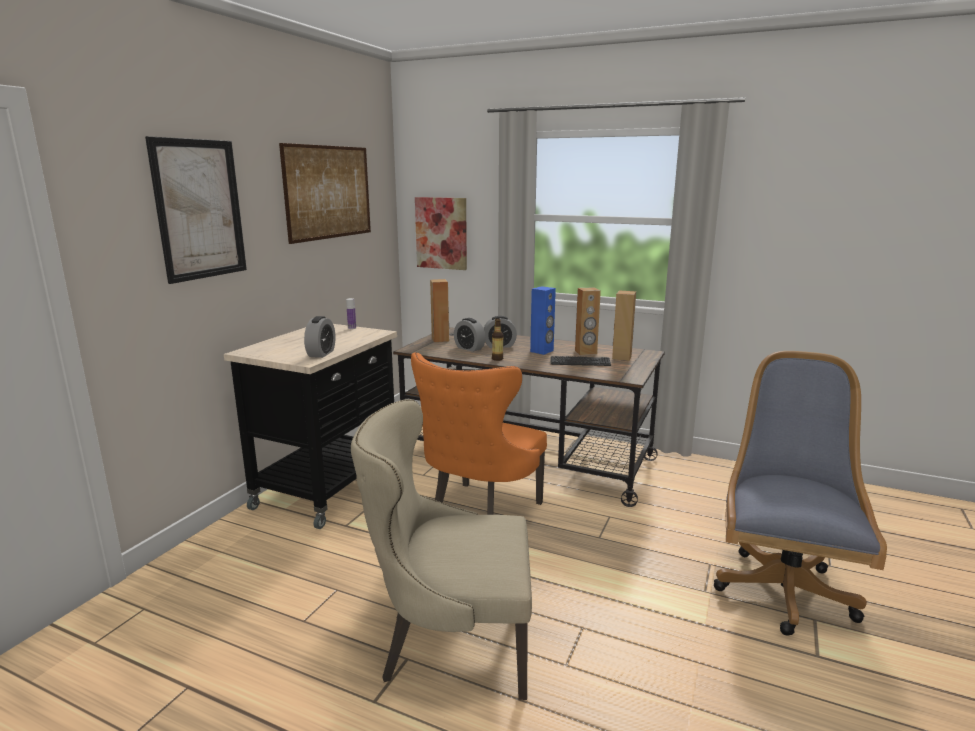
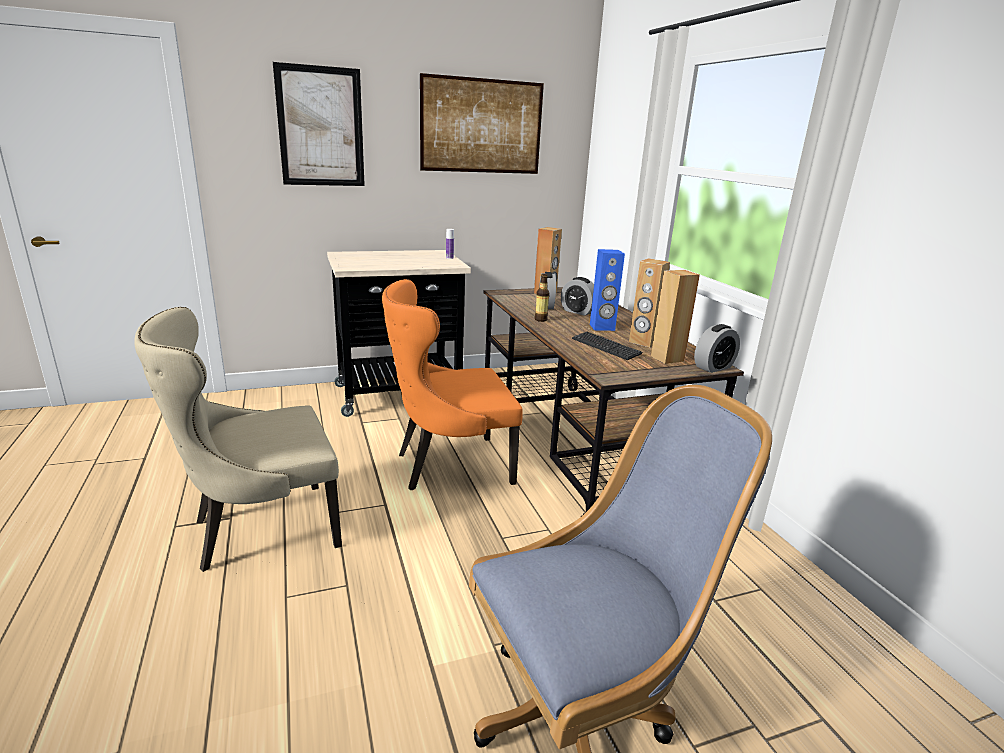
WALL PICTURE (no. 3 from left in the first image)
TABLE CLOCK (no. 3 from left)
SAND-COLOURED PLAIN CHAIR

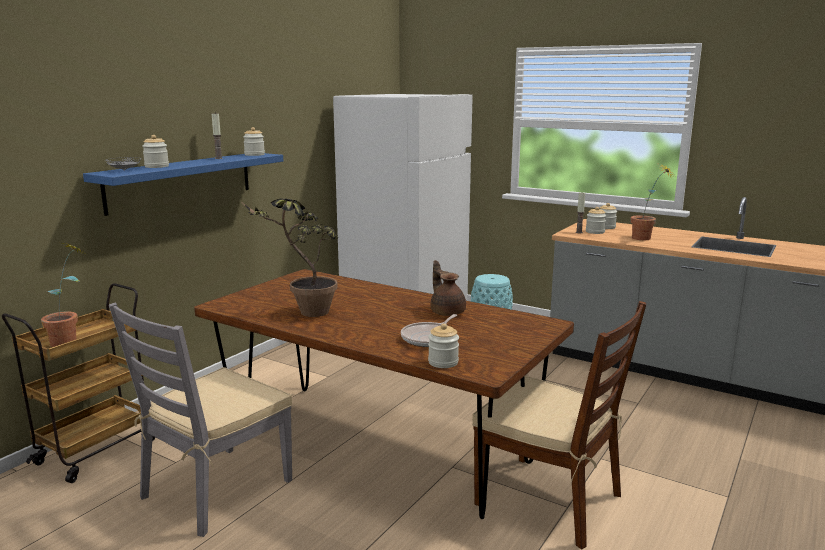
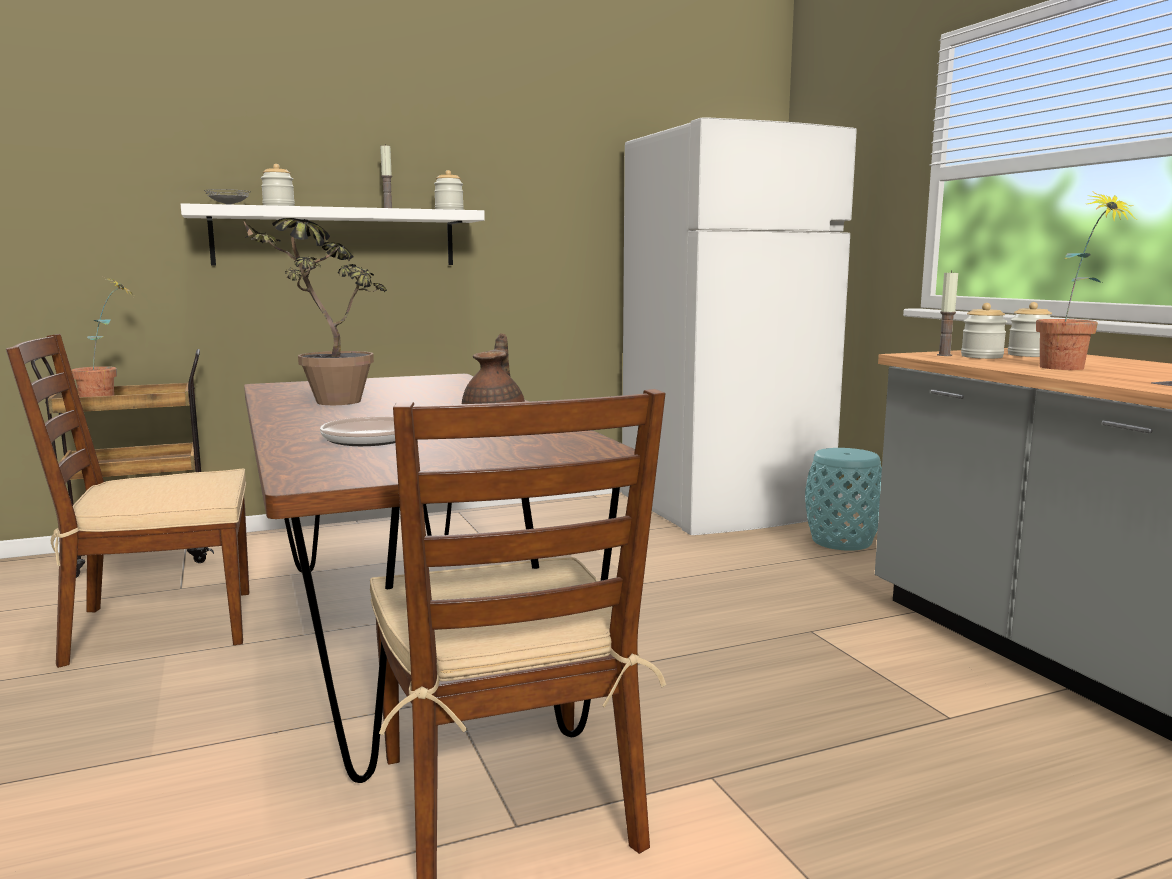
WHITE SHELF
BROWNISH PLAIN CHAIR (no. 1 from left)
STORAGE JAR (no. 3 from left in the first image)

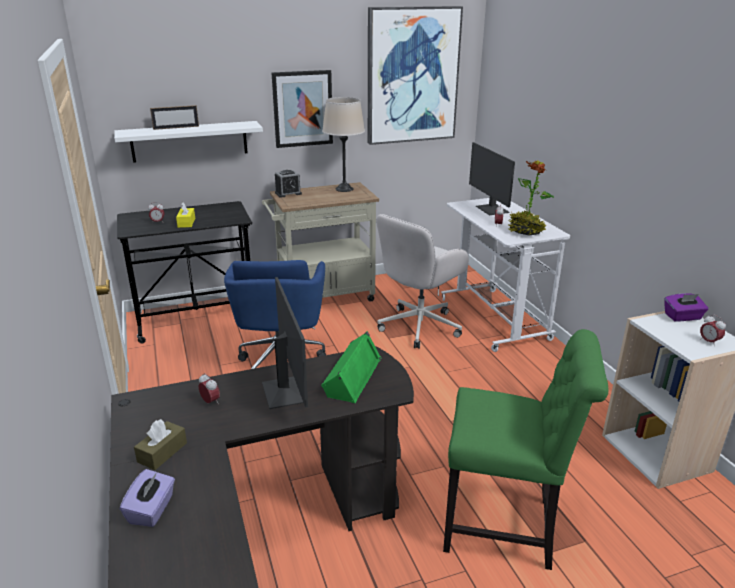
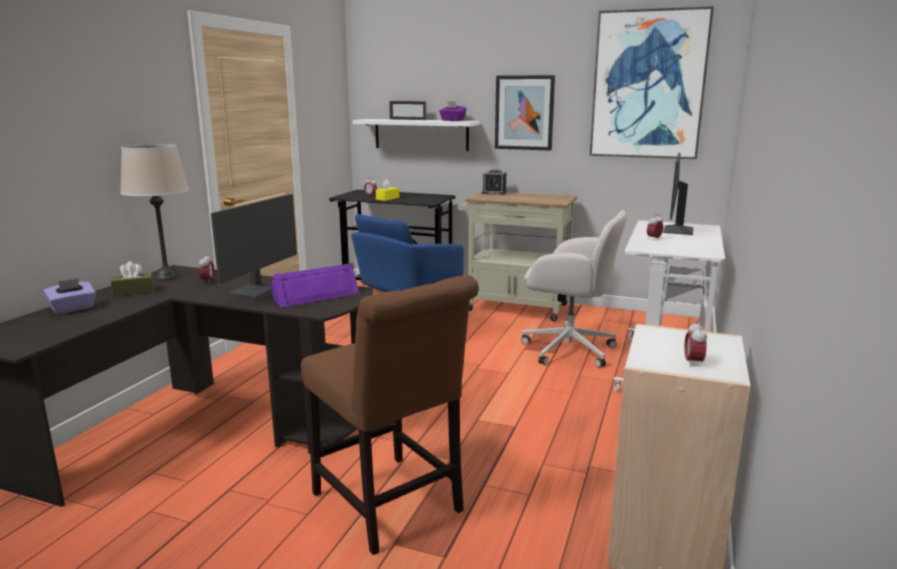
SAND-COLOURED TABLETOP LAMP
HOUSEPLANT
WHITE COMPUTER CHAIR
PURPLISH TISSUE HOLDER (no. 2 from left)
BROWNISH PLAIN CHAIR
PURPLISH AUDIO SPEAKER

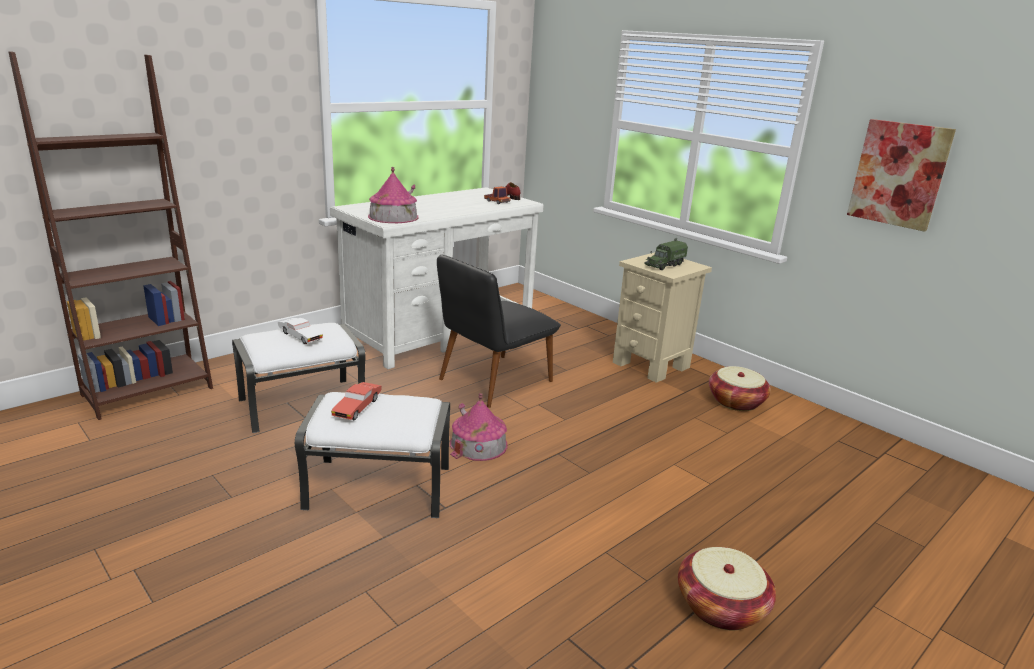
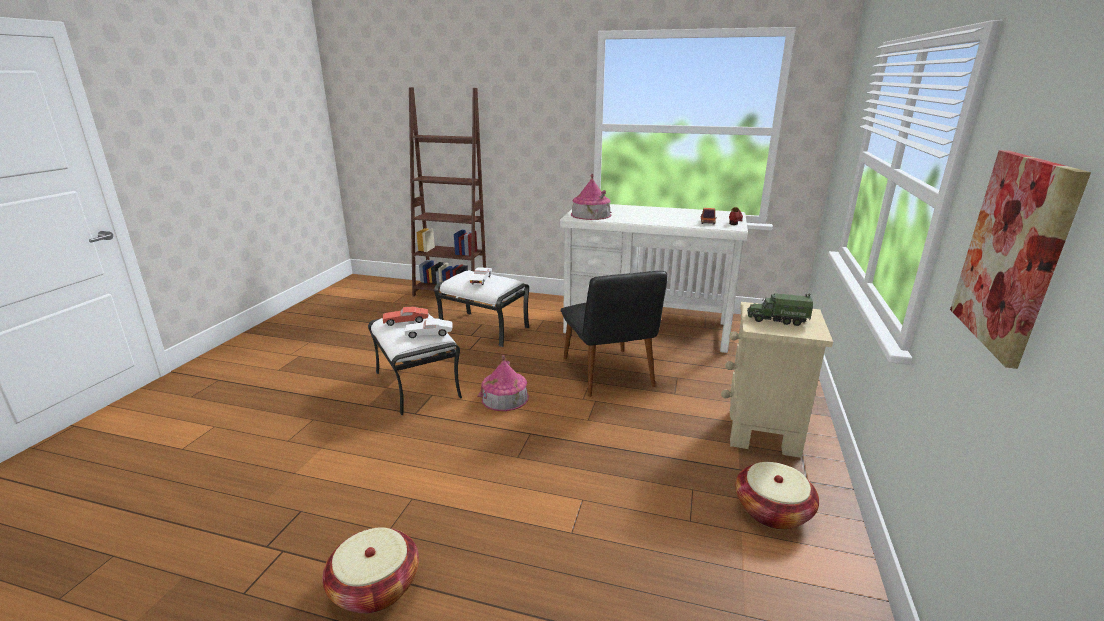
BLACKISH PLAIN CHAIR
WHITE MINIATURE CAR (no. 1 from left)

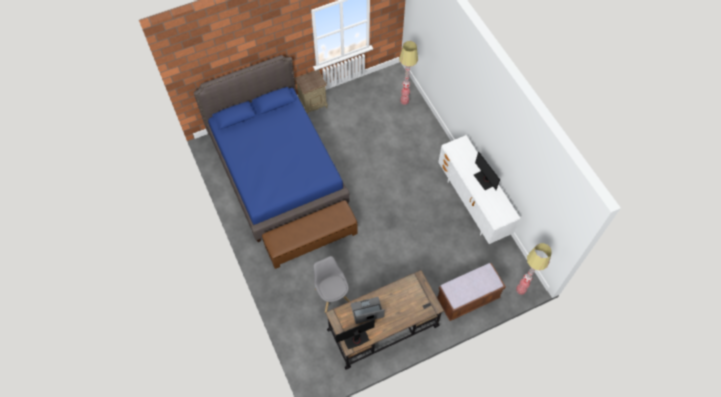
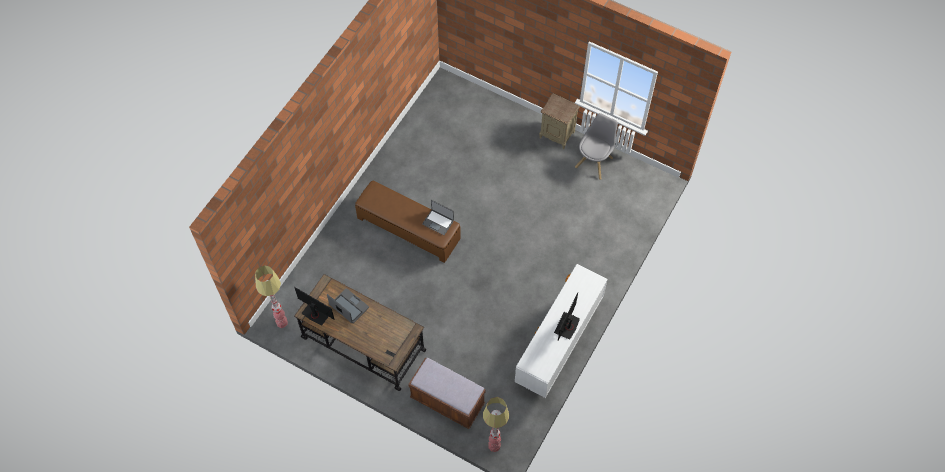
STANDING LAMP (no. 1 from left)
BLUISH SLEEPING BED
GREY PLAIN CHAIR
PORTABLE COMPUTER (no. 2 from left)

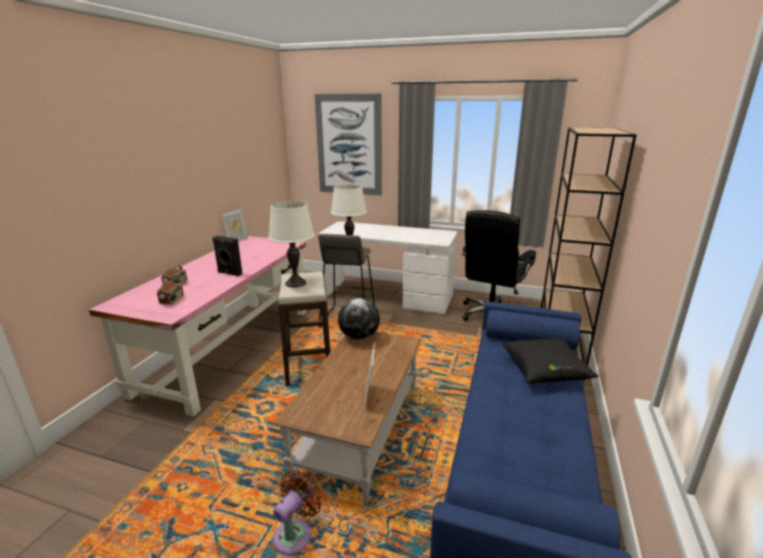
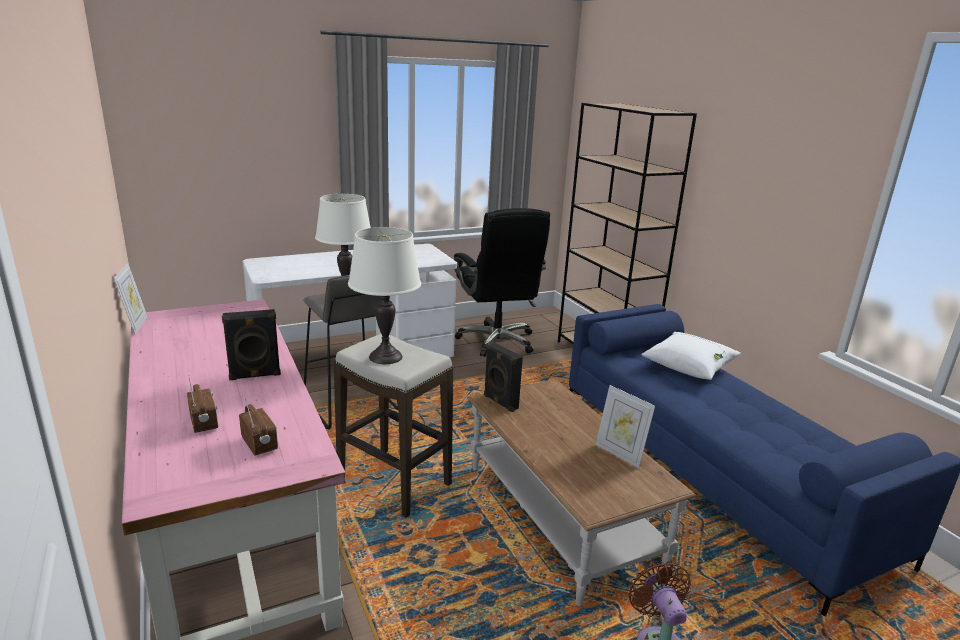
WALL PICTURE
BLACKISH AUDIO SPEAKER (no. 2 from left)
WHITE CUSHION

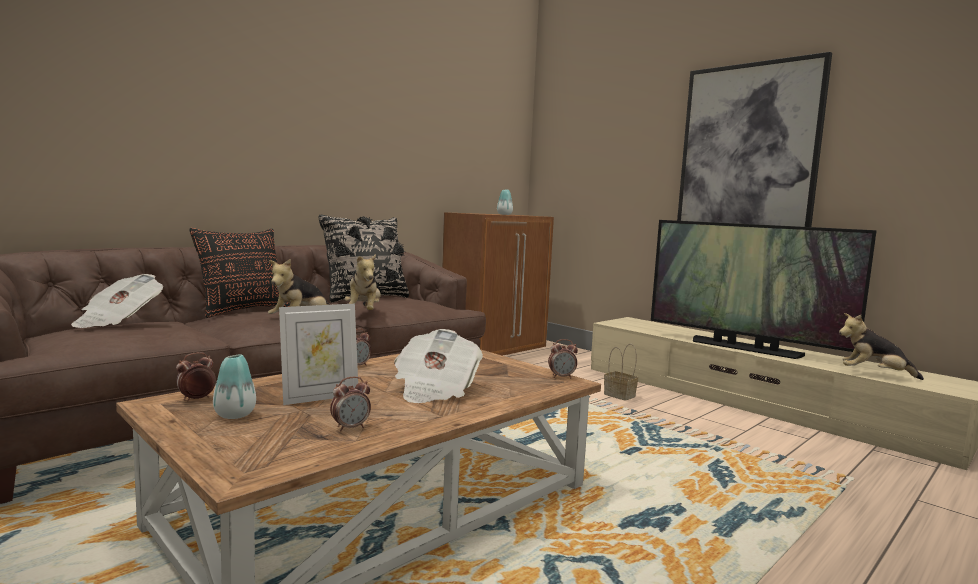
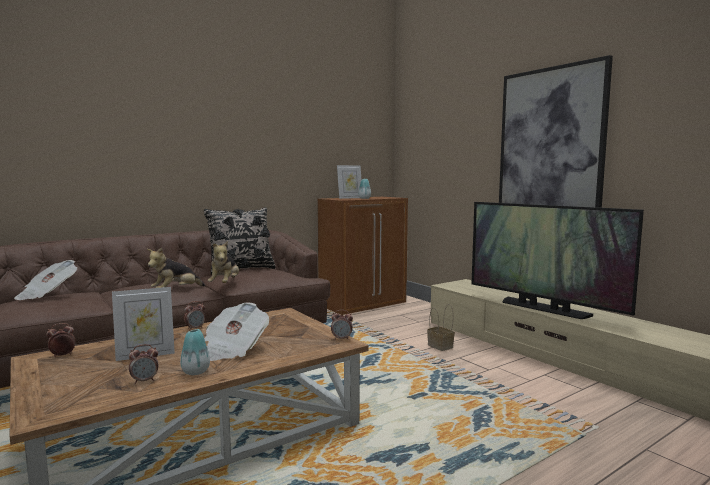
BLACKISH CUSHION (no. 1 from left in the first image)
SOFT TOY (no. 3 from left in the first image)
FLOWER VASE (no. 1 from left)
PICTURE FRAME (no. 2 from left)

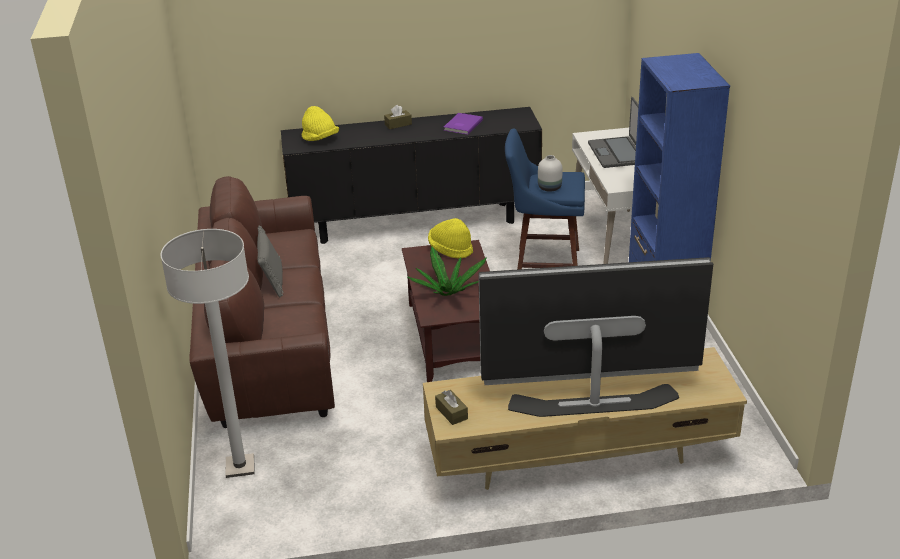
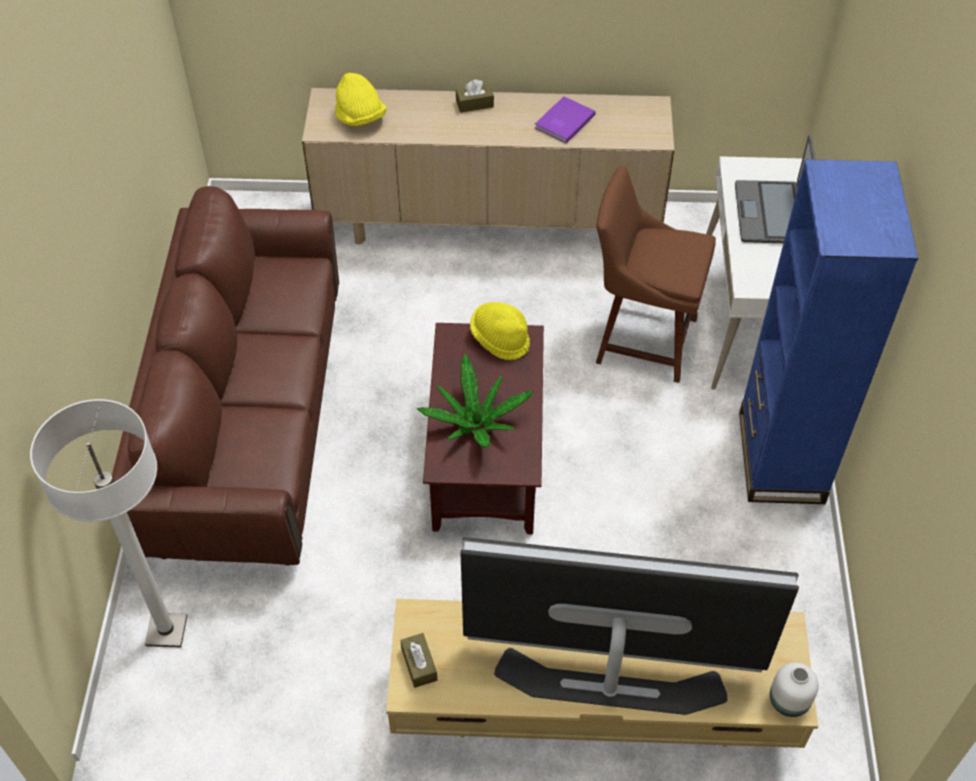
SAND-COLOURED CABINET
BROWNISH STOOL
WHITE FLOWER VASE
GREY CUSHION

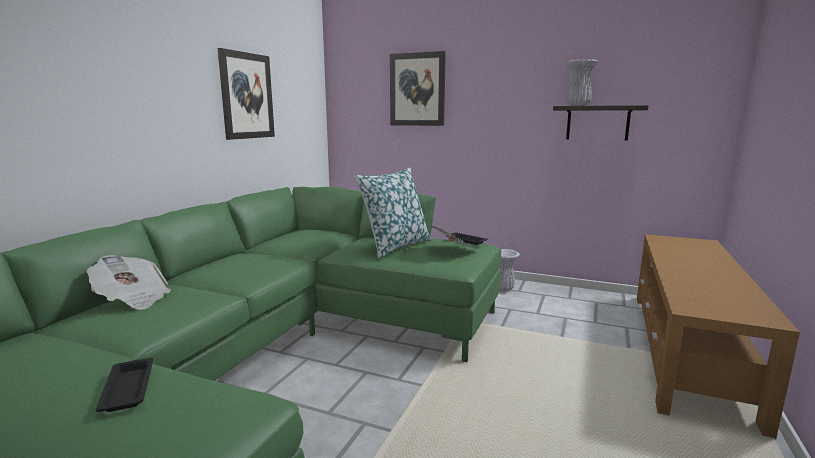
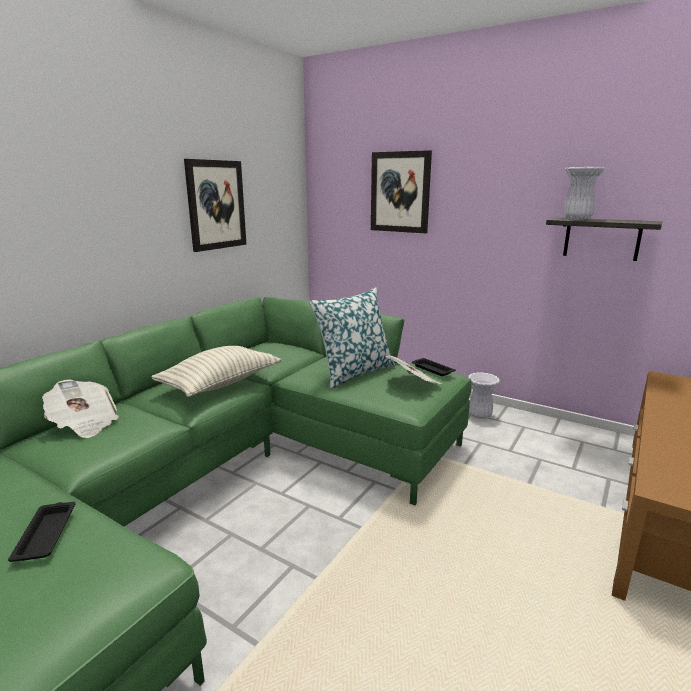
CUSHION (no. 1 from left)

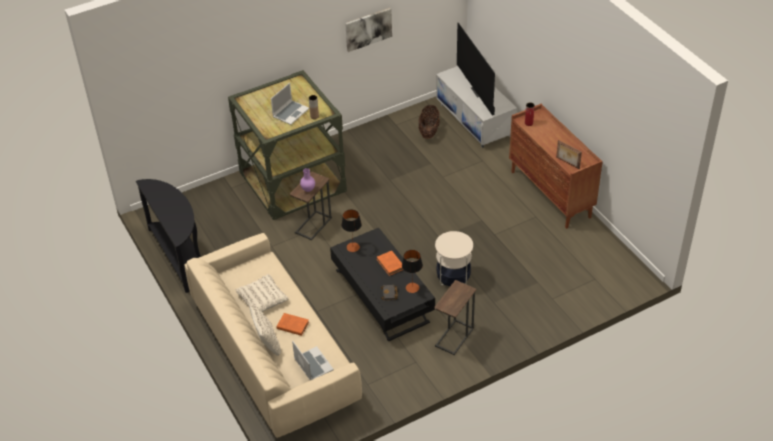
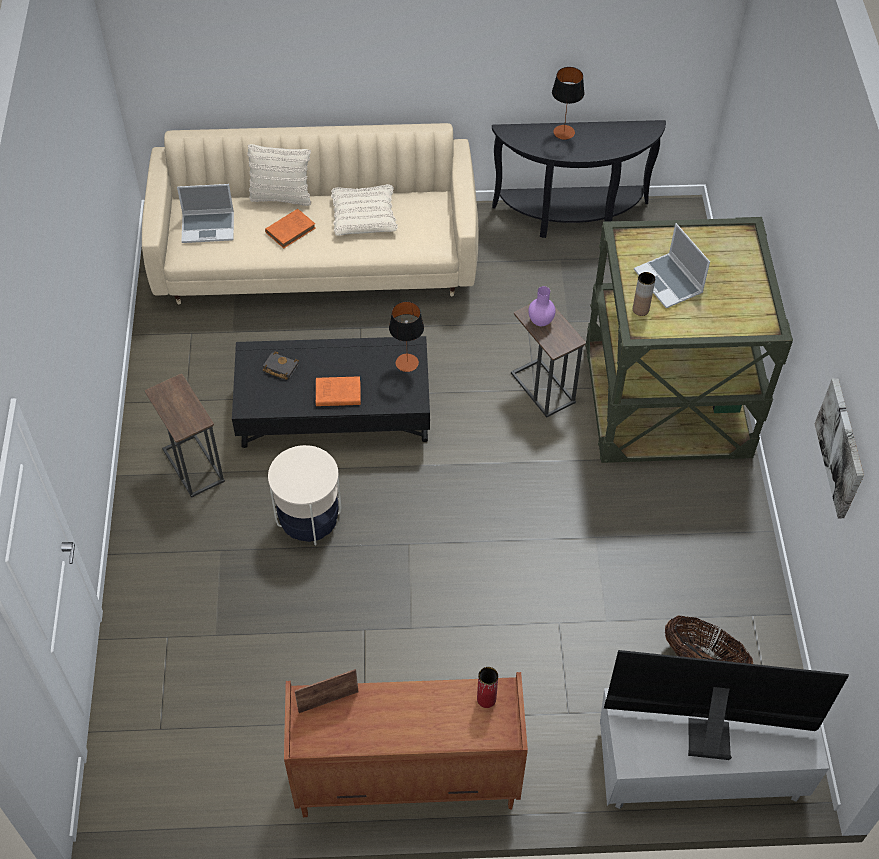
TABLETOP LAMP (no. 2 from left)

